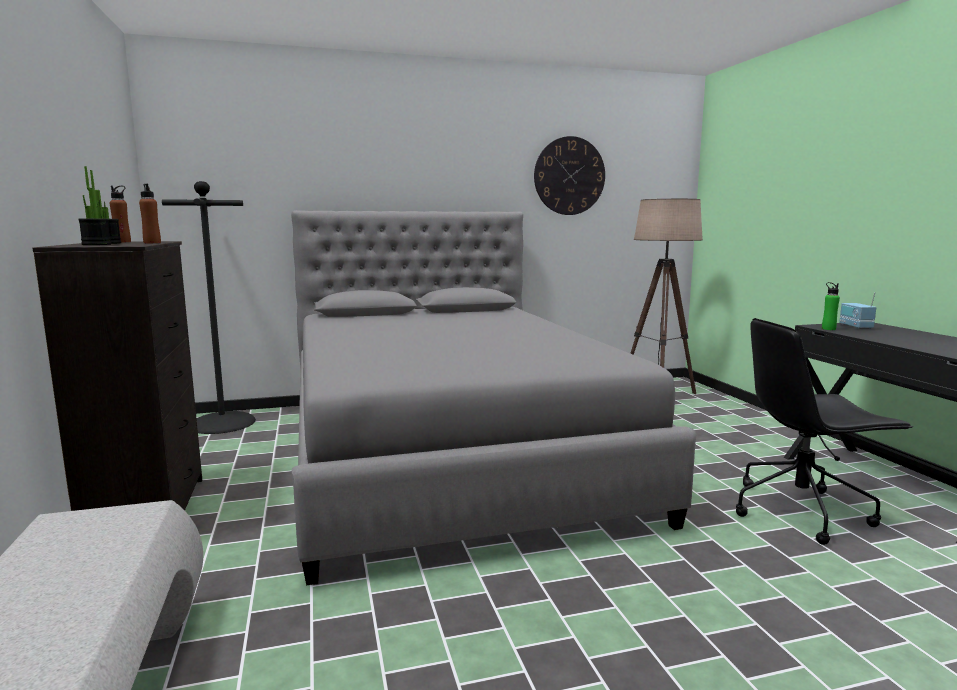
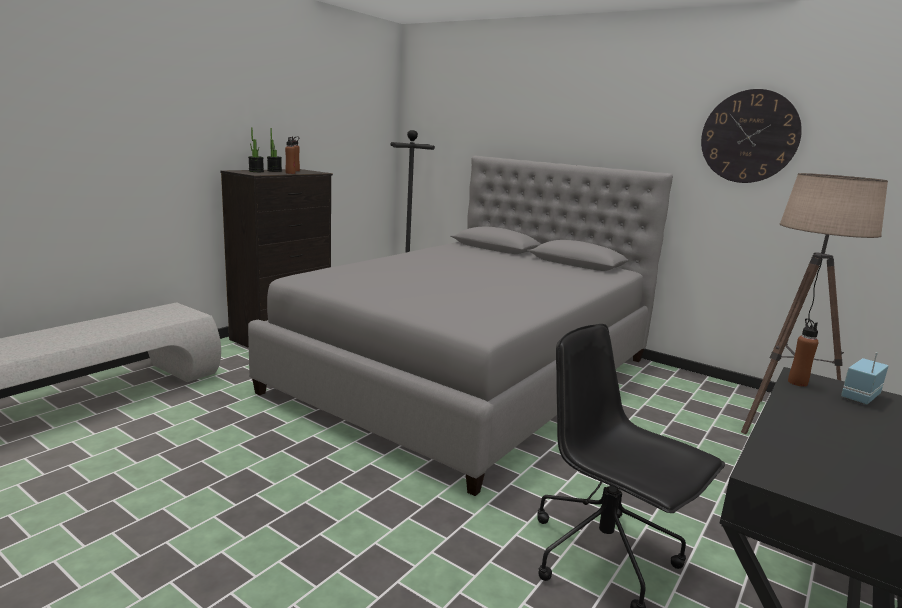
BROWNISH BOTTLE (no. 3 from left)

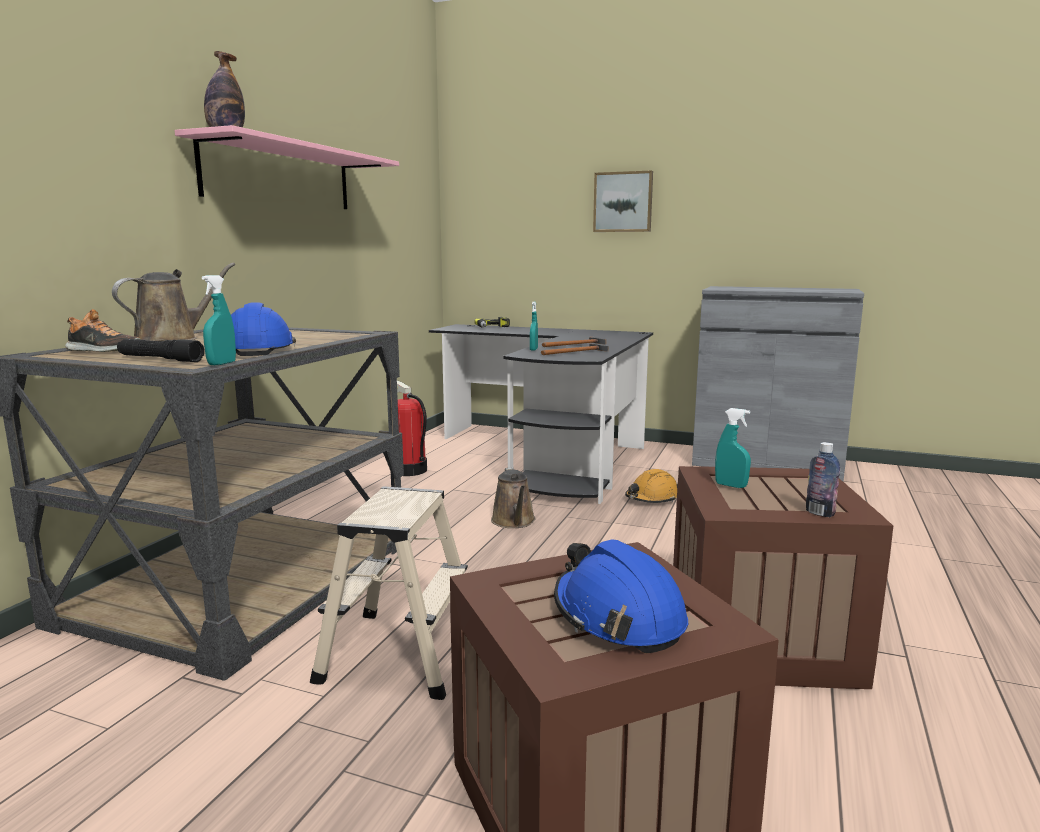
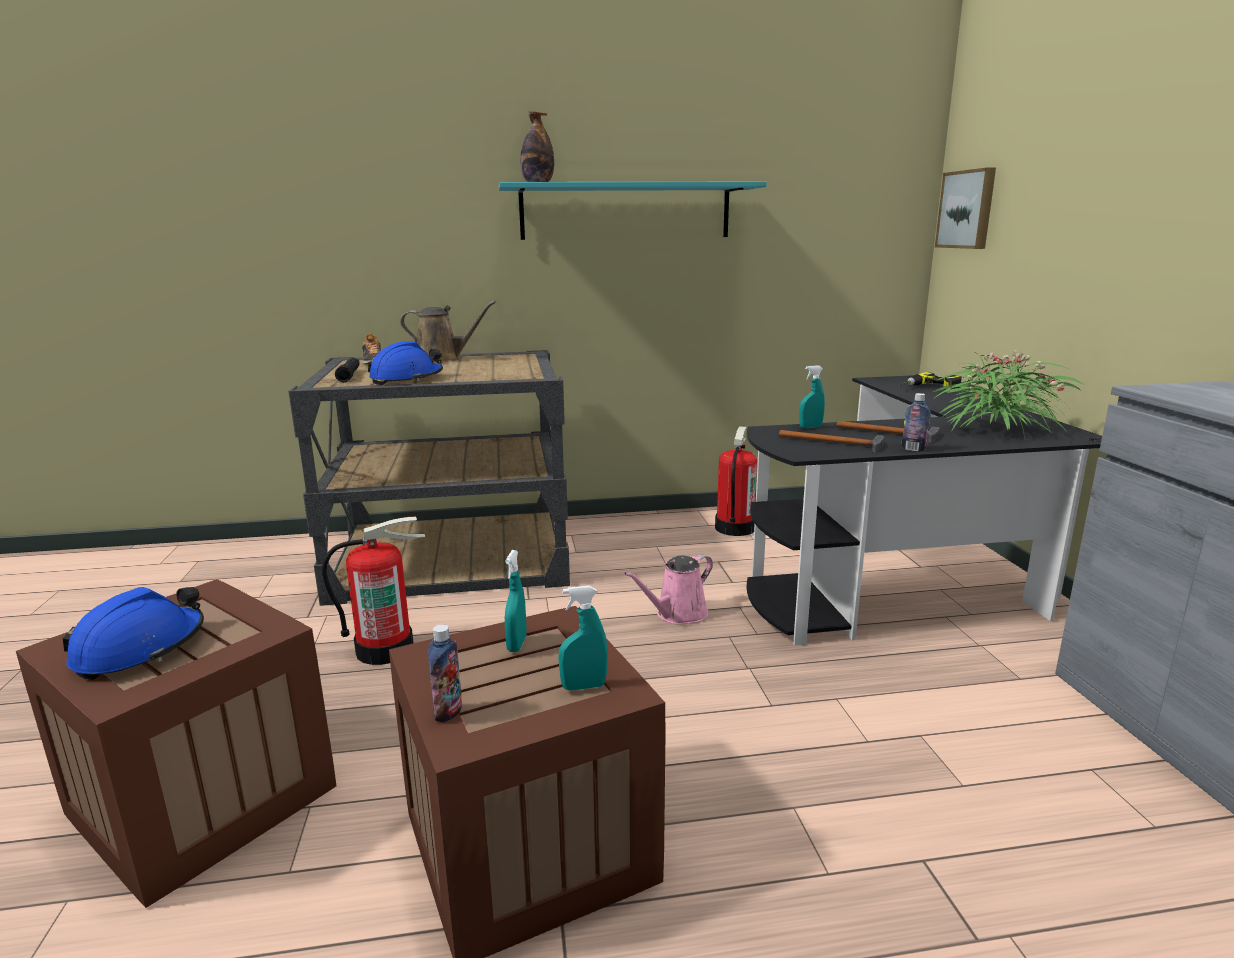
BLUE-GREEN SHELF
WALL PICTURE
BLUE-GREEN HAND SPRAYER (no. 2 from left)
PINK-COLOURED WATERING POT
ORANGE-COLOURED SAFETY HELMET
EXTINGUISHER (no. 1 from left)
HOUSEPLANT
BOTTLE (no. 3 from left)

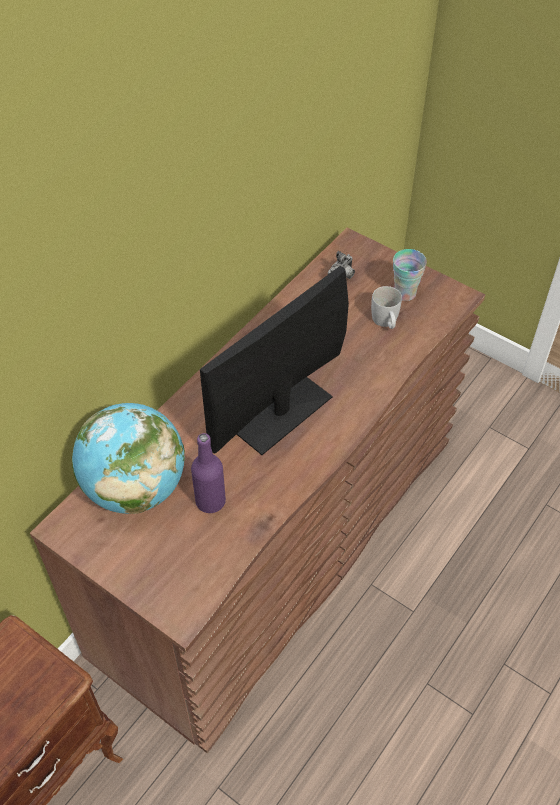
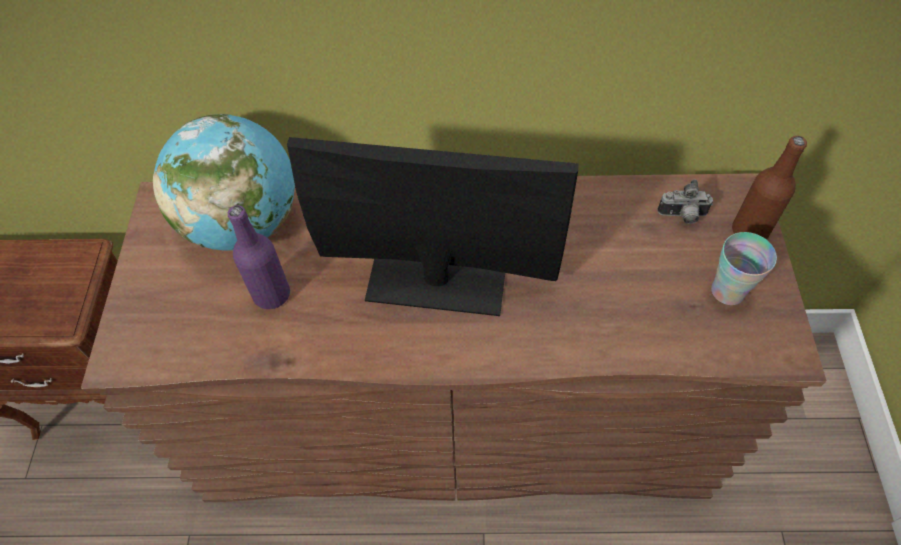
WHITE MUG
BROWNISH BOTTLE

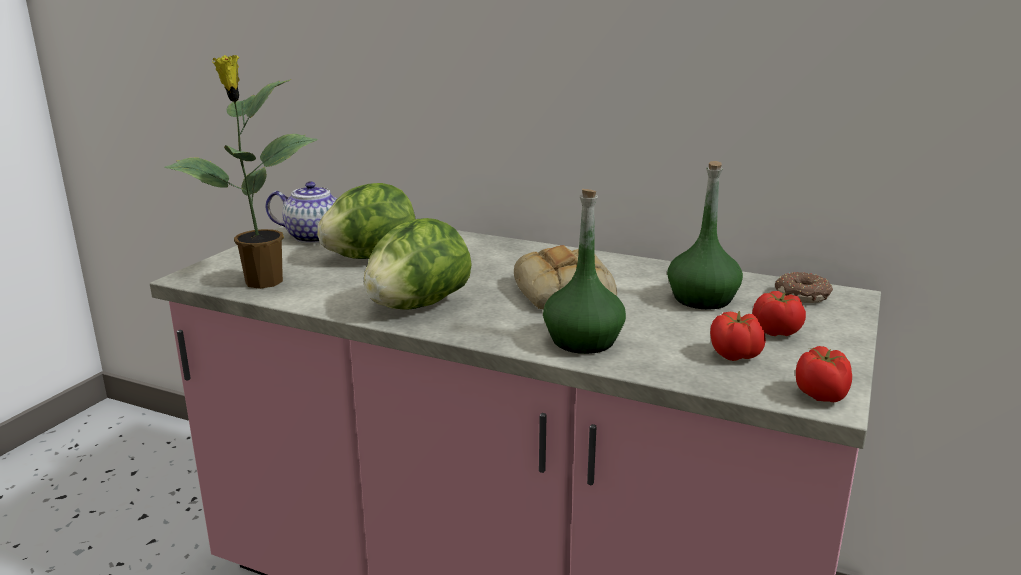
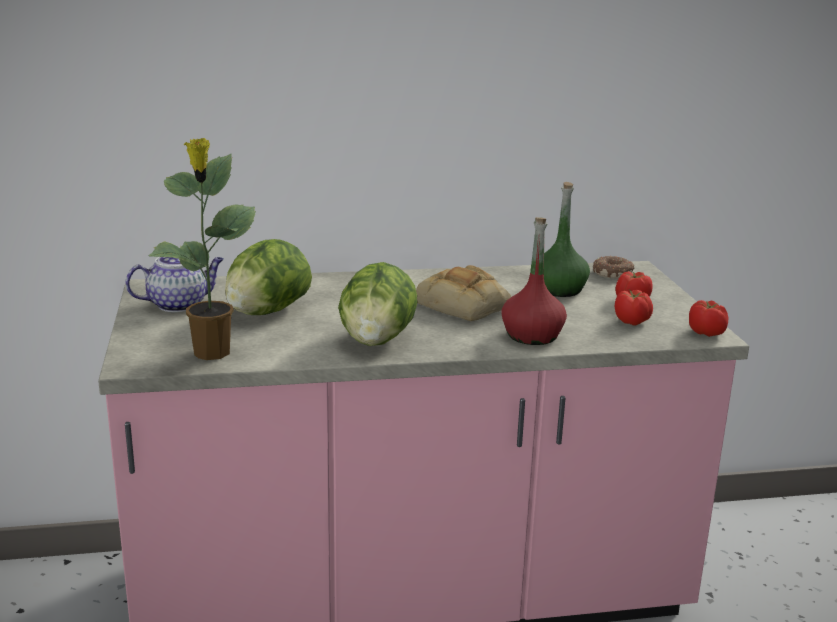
RED BOTTLE

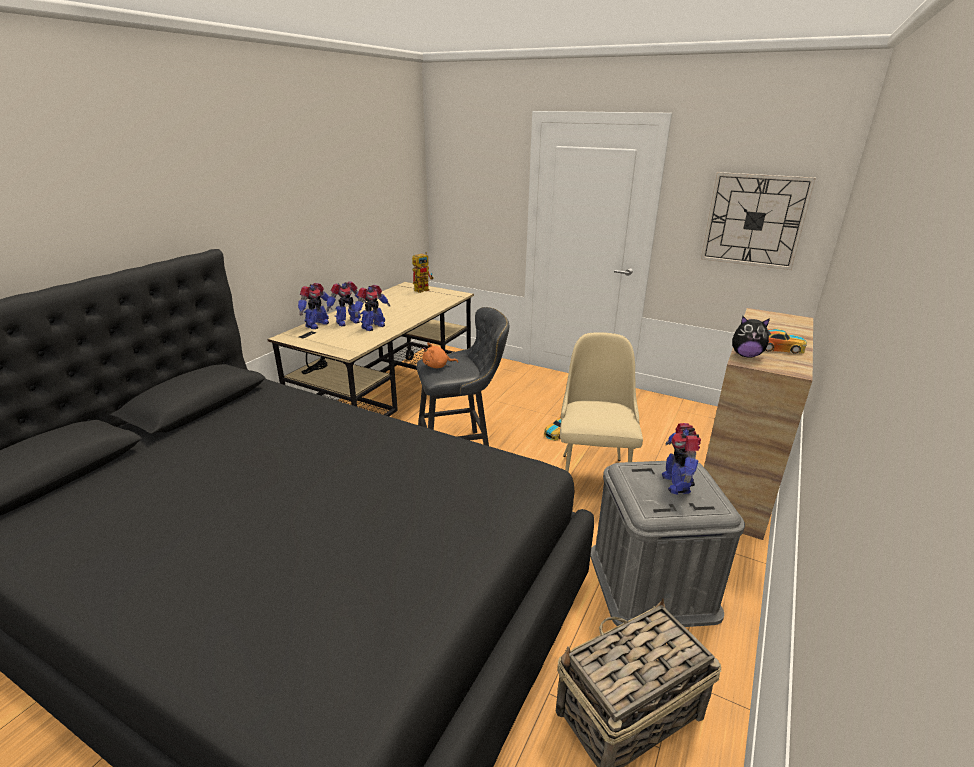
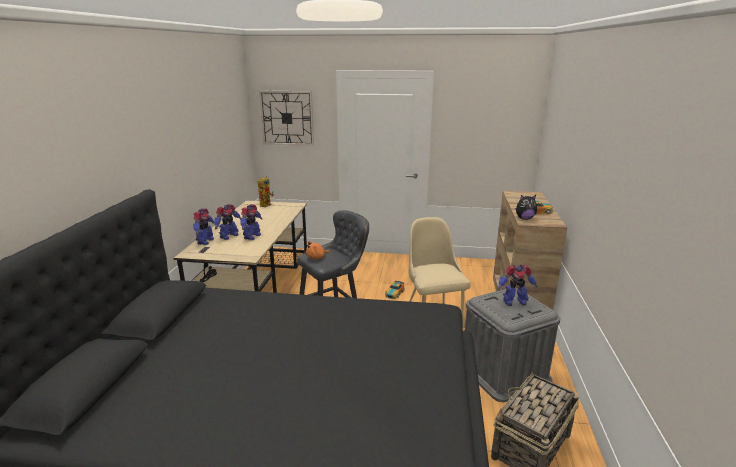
CLOCK ON THE WALL
ROBOT FIGURE (no. 5 from left)

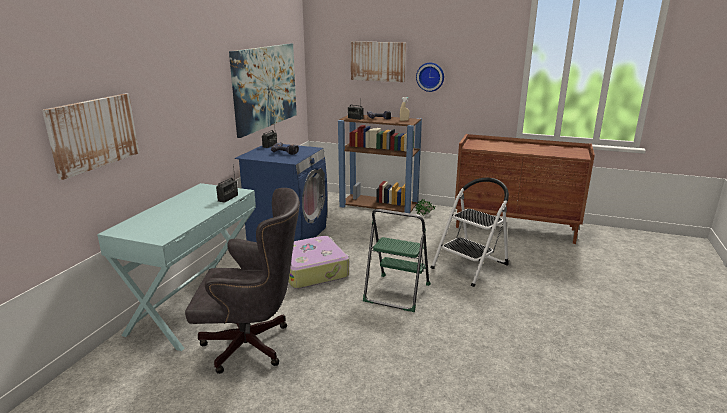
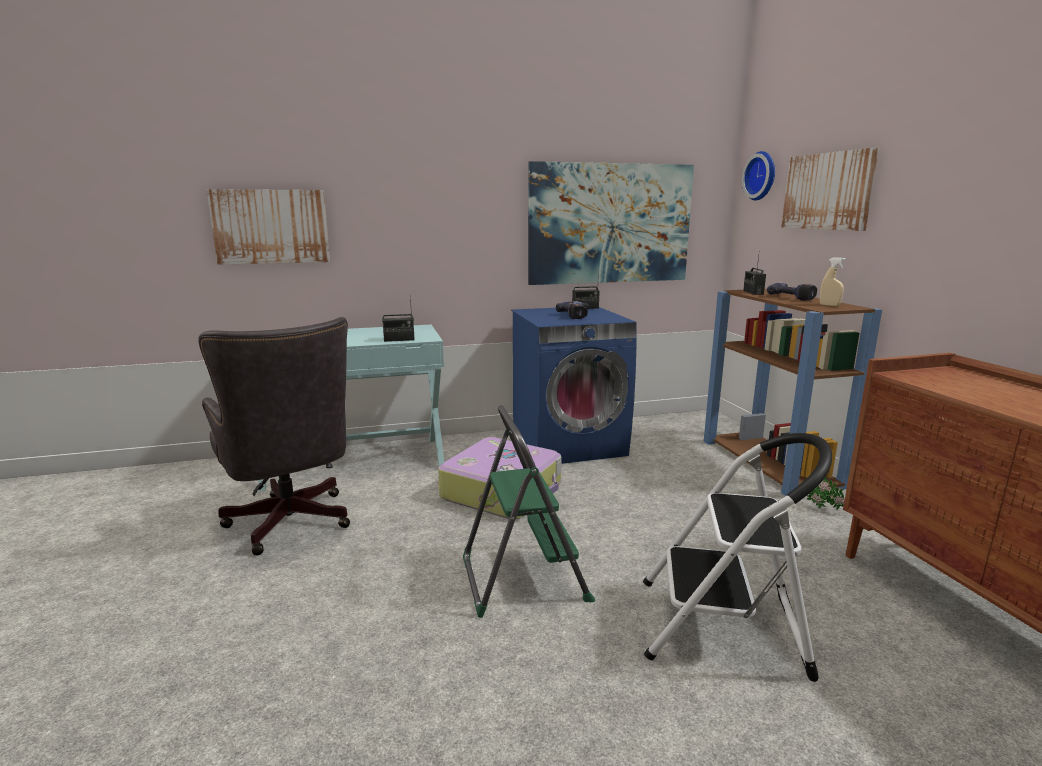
CLOCK ON THE WALL

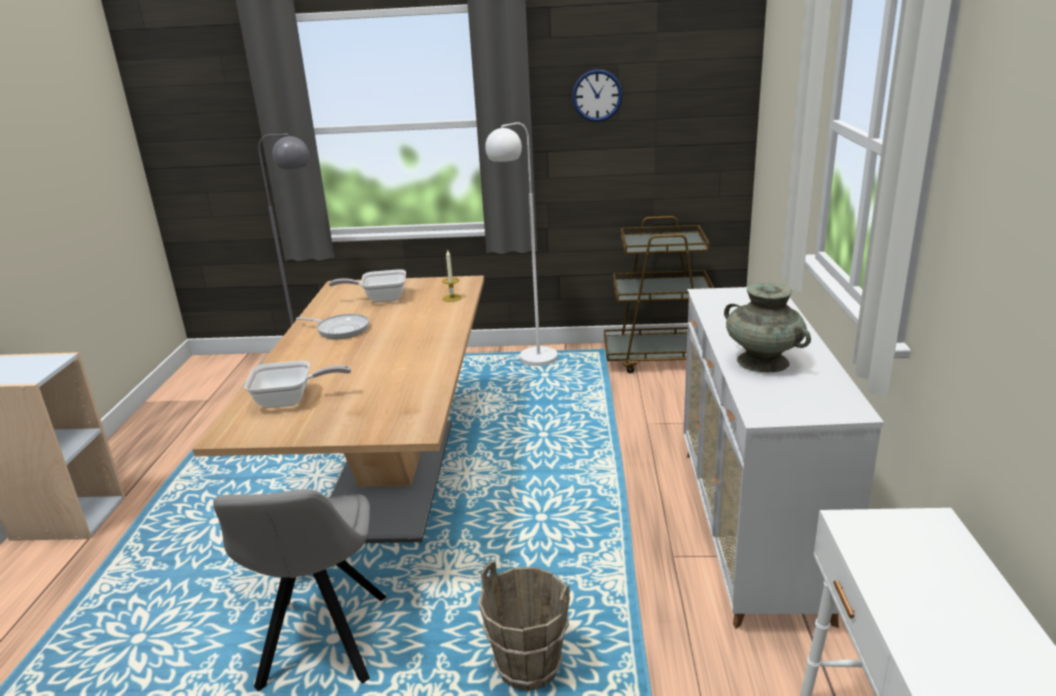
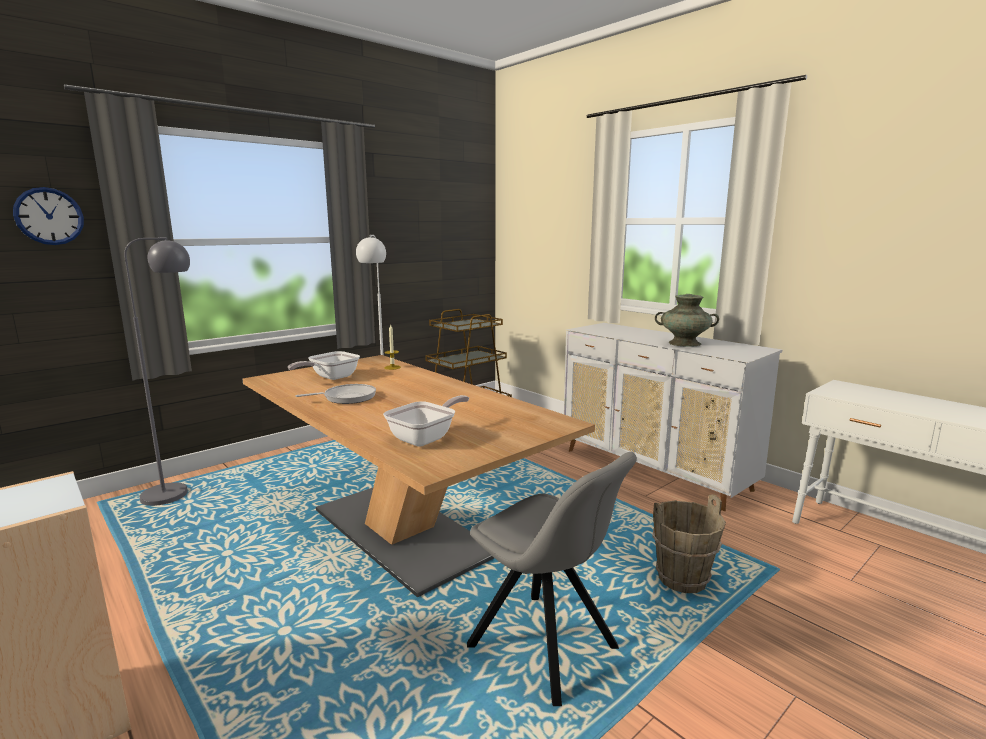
CLOCK ON THE WALL

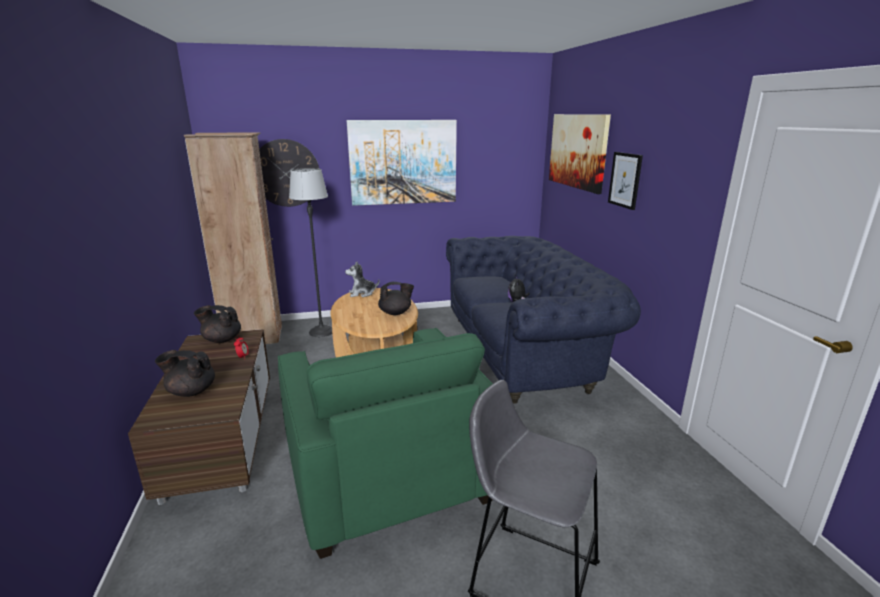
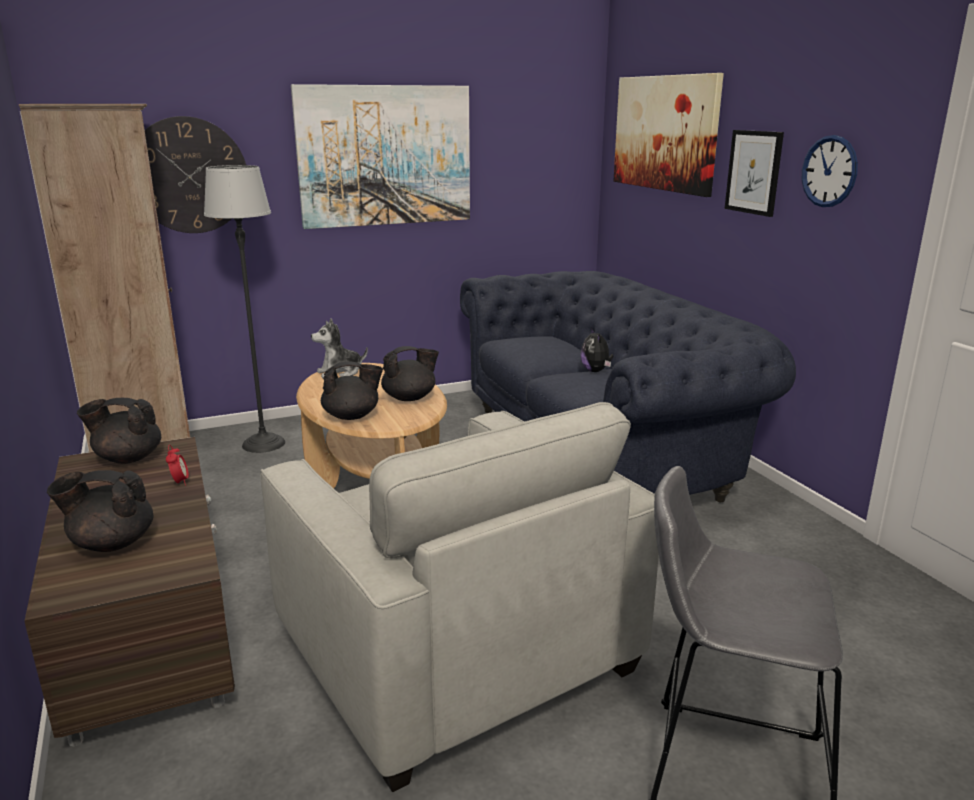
GREY EASY CHAIR
CLOCK ON THE WALL (no. 2 from left)
BLACKISH POT FOR TEA (no. 3 from left)

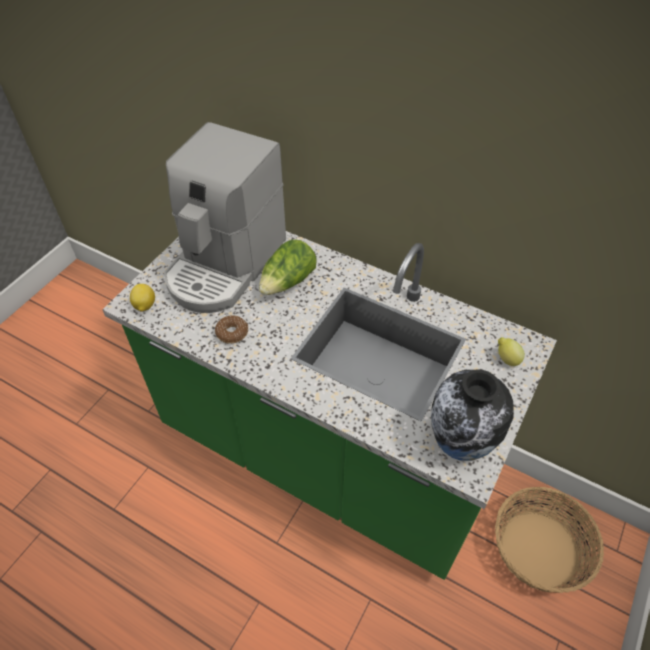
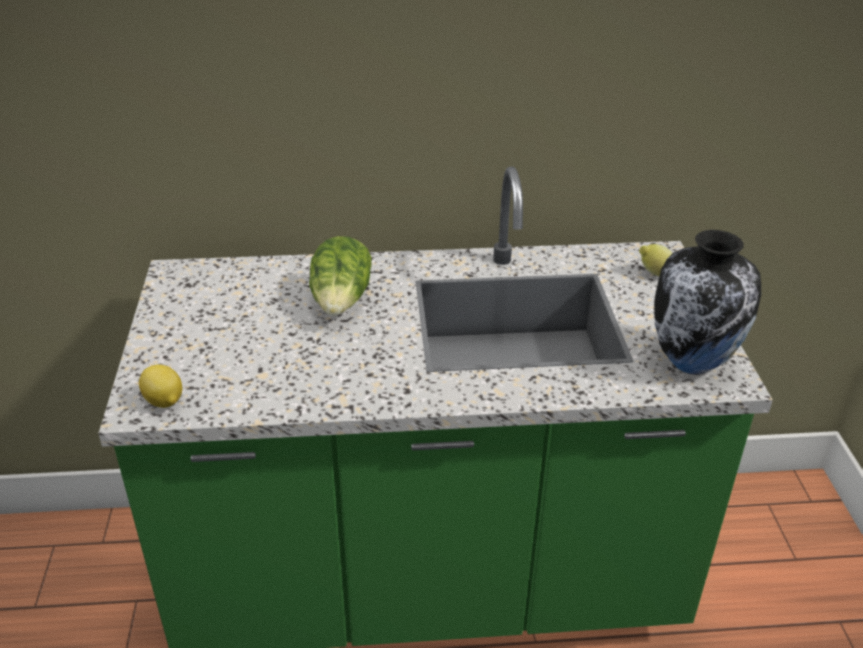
COFFEE MAKER
RING DOUGHNUT
STORAGE BASKET

